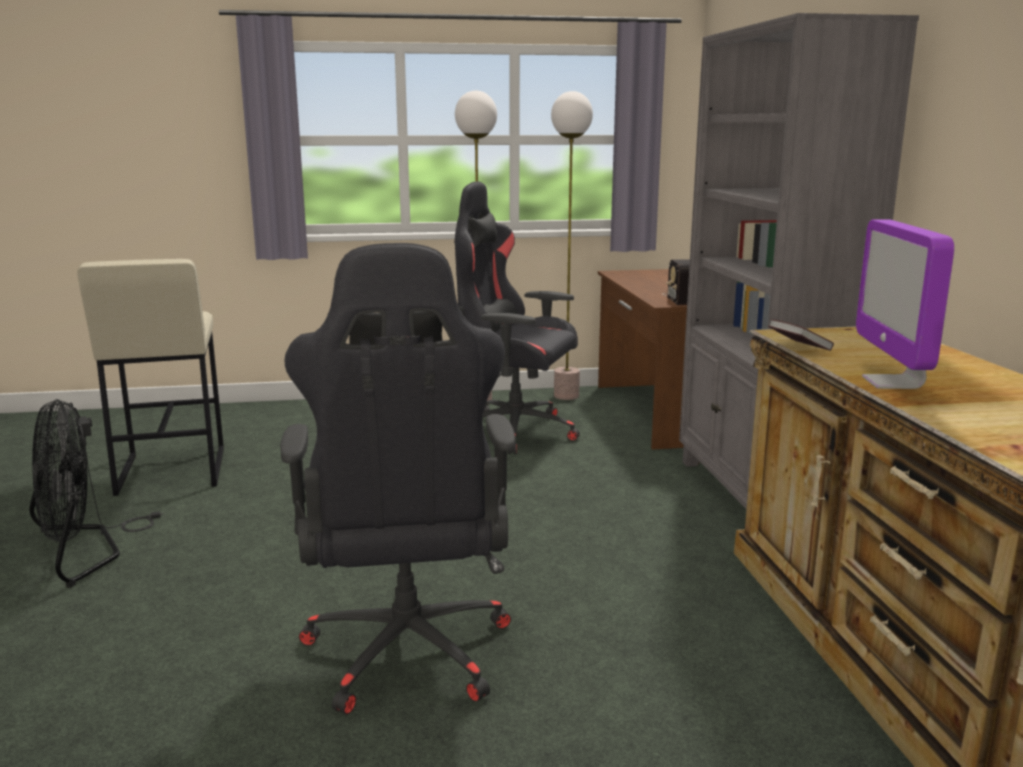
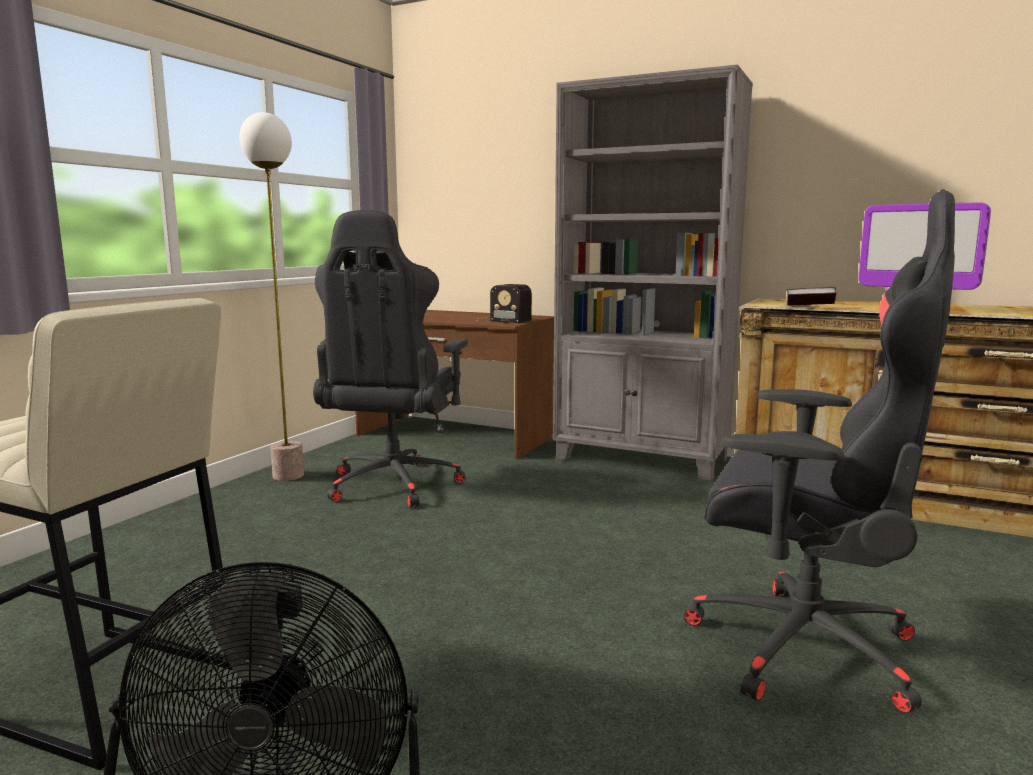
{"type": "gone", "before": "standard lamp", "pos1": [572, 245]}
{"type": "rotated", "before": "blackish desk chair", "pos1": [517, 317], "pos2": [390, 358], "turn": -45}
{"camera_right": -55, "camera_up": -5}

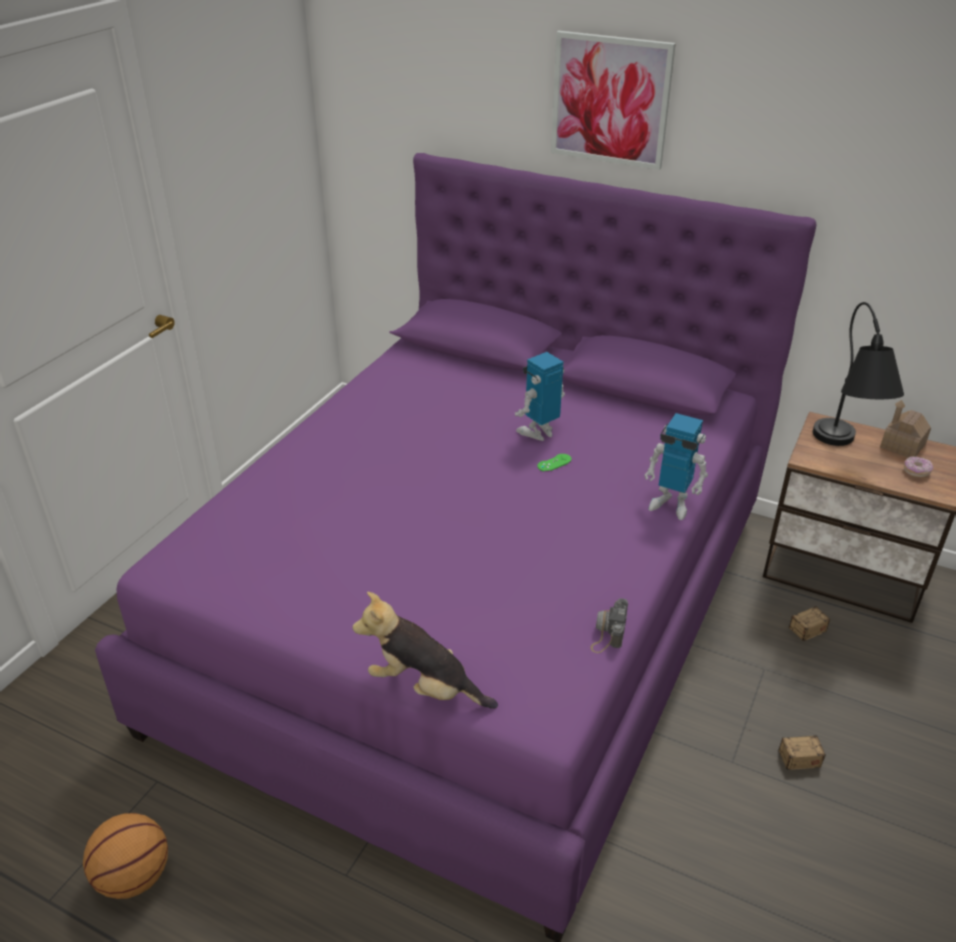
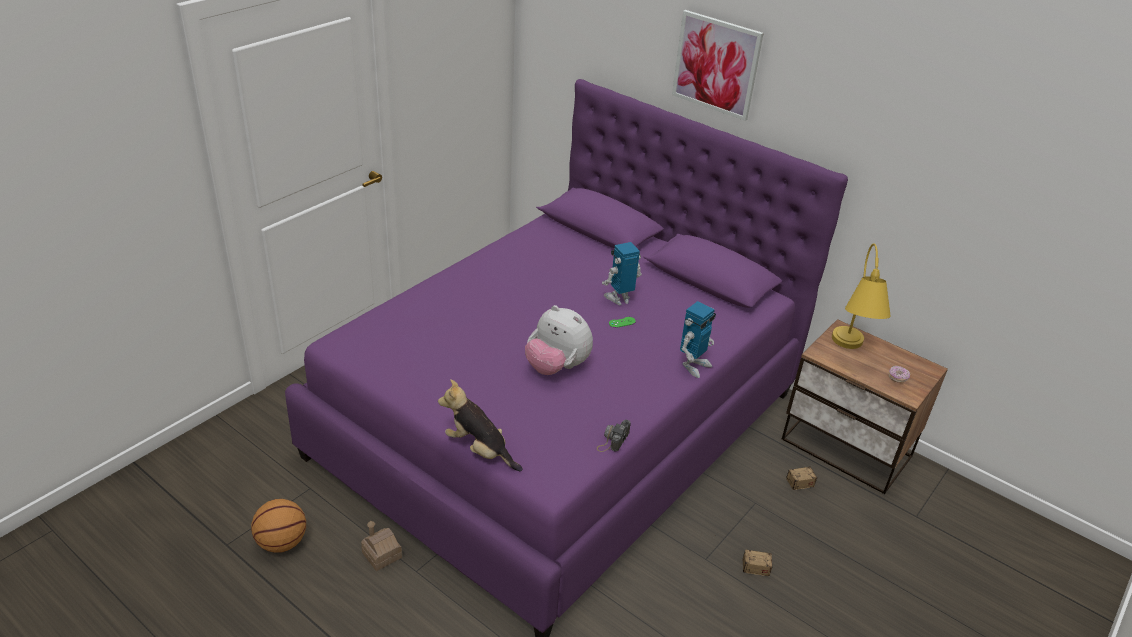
{"type": "new", "after": "soft toy", "pos2": [559, 340]}
{"type": "shifted", "before": "miniature house", "pos1": [905, 428], "pos2": [381, 546]}
{"type": "repainted", "before": "blackish table lamp", "after": "yellowish table lamp", "pos1": [858, 374], "pos2": [861, 296]}
{"type": "rotated", "before": "toy robot", "pos1": [676, 466], "pos2": [698, 339], "turn": -90}
{"camera_right": 10, "camera_up": 0}

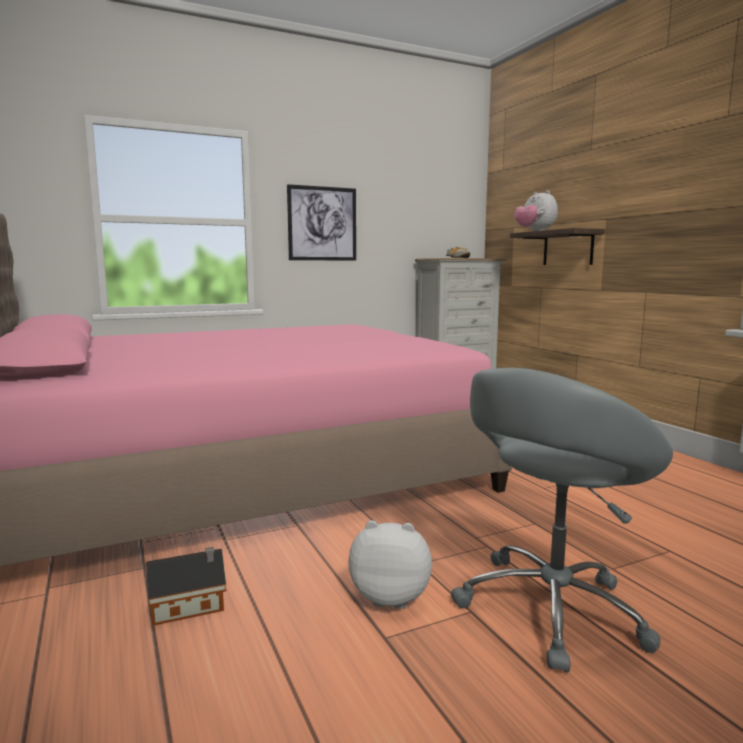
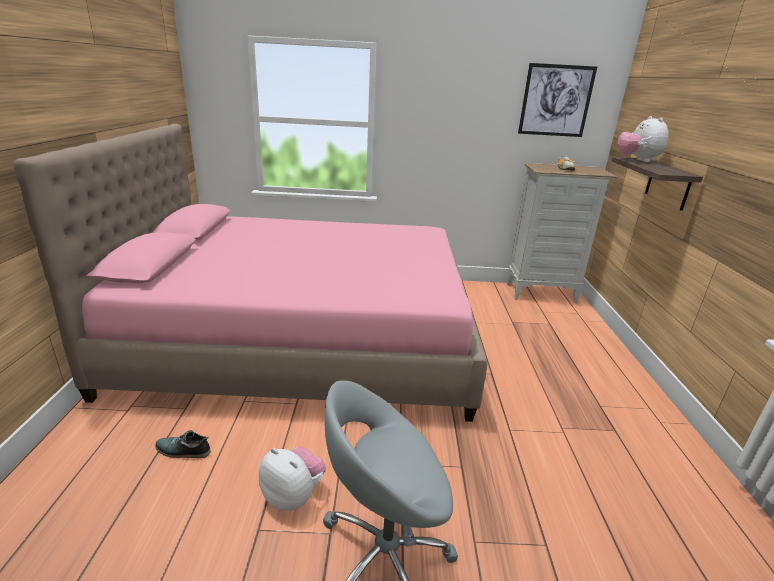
{"type": "shifted", "before": "wall art", "pos1": [321, 222], "pos2": [557, 100]}
{"type": "swapped", "before": "miniature house", "after": "low shoe", "pos1": [186, 586], "pos2": [183, 444]}
{"camera_right": 25, "camera_up": 15}

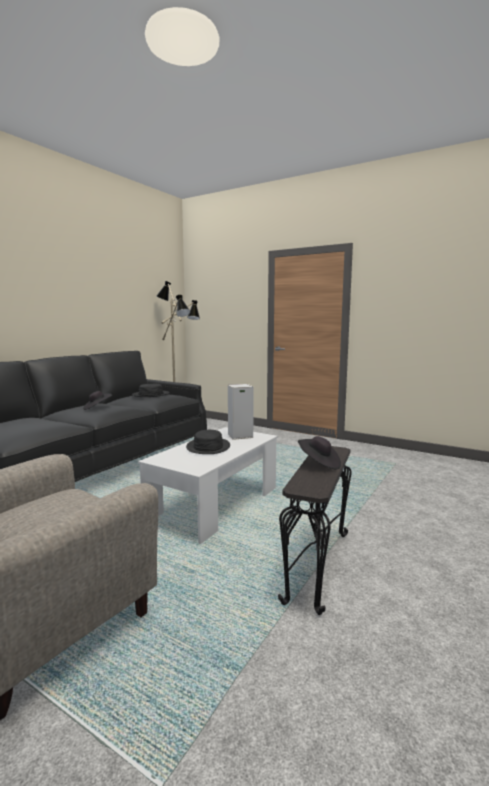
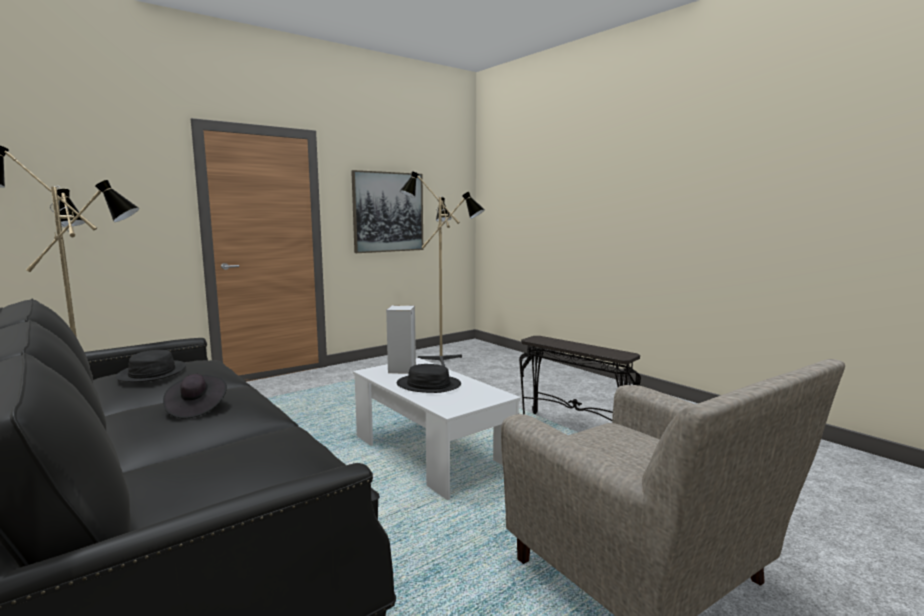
{"type": "gone", "before": "blackish wearable hat", "pos1": [319, 453]}
{"type": "new", "after": "wall art", "pos2": [387, 211]}
{"type": "new", "after": "standard lamp", "pos2": [442, 269]}
{"camera_right": -70, "camera_up": 0}

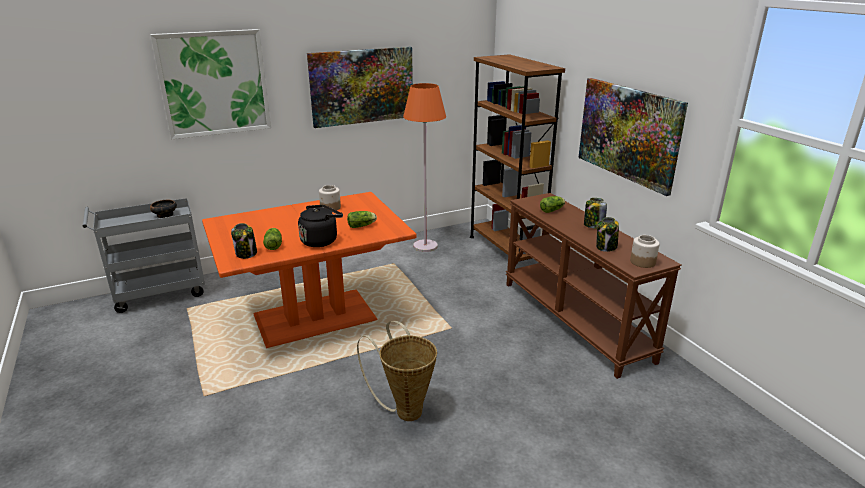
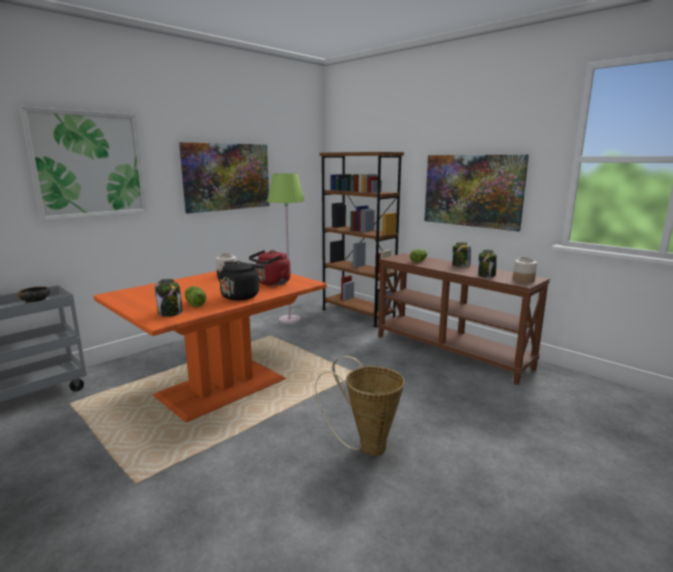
{"type": "swapped", "before": "head of lettuce", "after": "red-coloured kettle", "pos1": [362, 219], "pos2": [270, 267]}
{"type": "repainted", "before": "orange-coloured standard lamp", "after": "green standard lamp", "pos1": [424, 167], "pos2": [286, 249]}
{"camera_right": -20, "camera_up": -10}

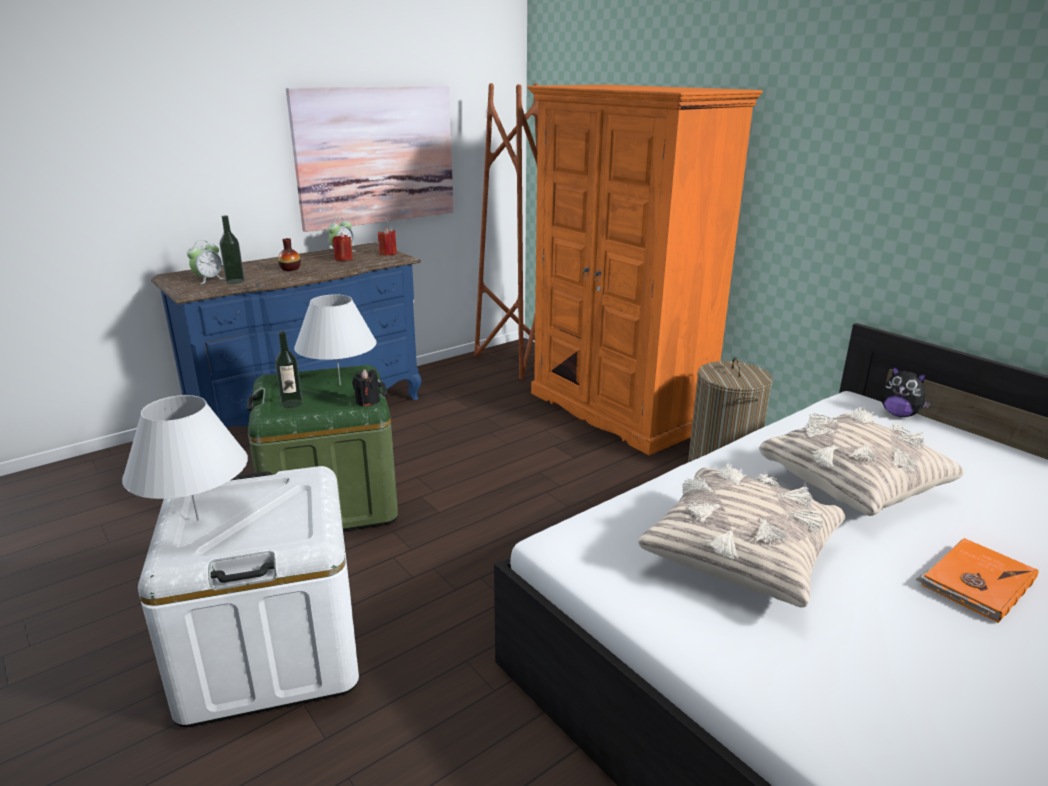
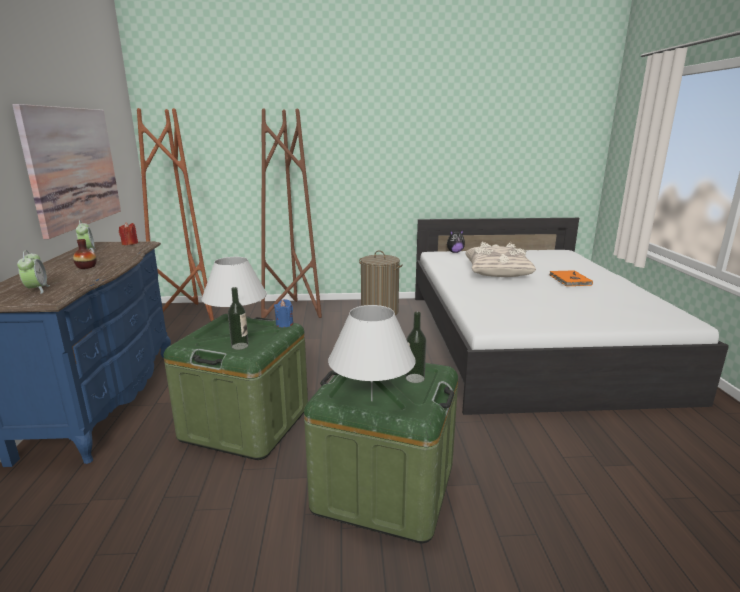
{"type": "gone", "before": "red-coloured candle", "pos1": [342, 247]}
{"type": "gone", "before": "sand-coloured throw pillow", "pos1": [741, 535]}
{"type": "shifted", "before": "drink bottle", "pos1": [232, 249], "pos2": [415, 347]}
{"type": "swapped", "before": "orange-coloured clothes cupboard", "after": "brown-coloured garment stand", "pos1": [645, 270], "pos2": [291, 213]}
{"type": "repainted", "before": "white storage container", "after": "green storage container", "pos1": [248, 596], "pos2": [381, 453]}
{"type": "repainted", "before": "blackish candle", "after": "blue-coloured candle", "pos1": [366, 388], "pos2": [283, 313]}
{"camera_right": -55, "camera_up": -5}

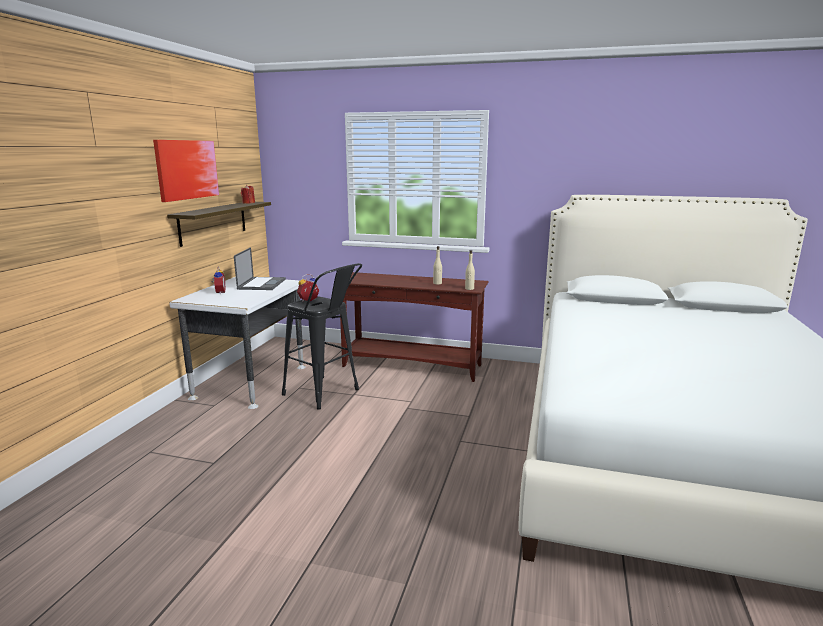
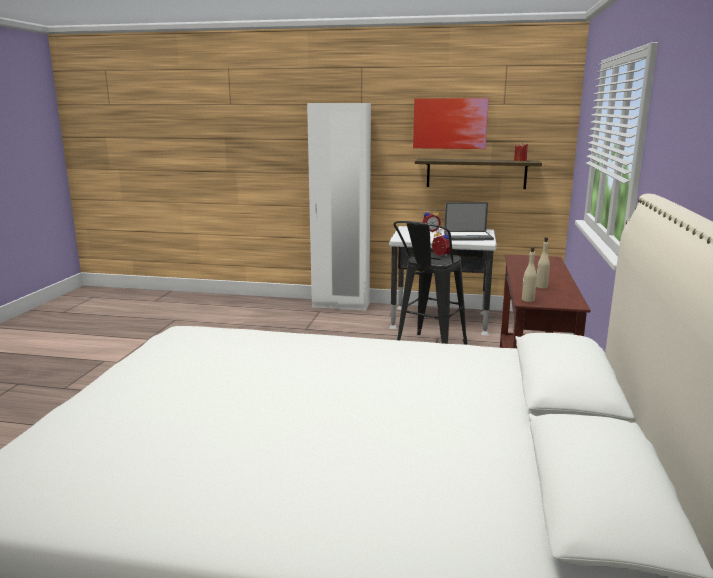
{"type": "new", "after": "white clothes cupboard", "pos2": [339, 207]}
{"camera_right": 85, "camera_up": 0}

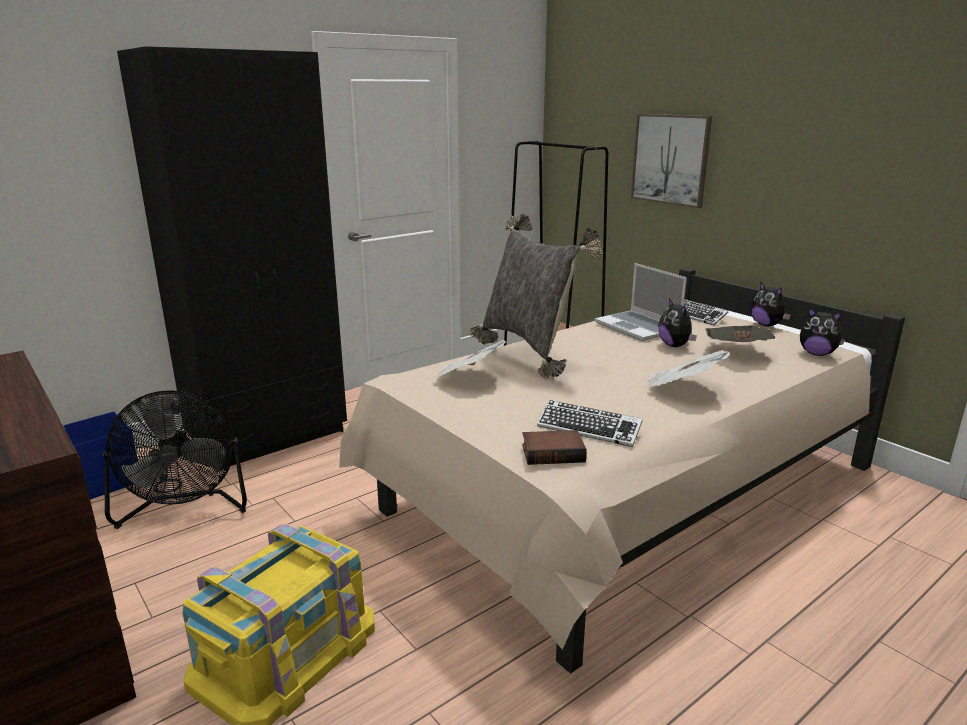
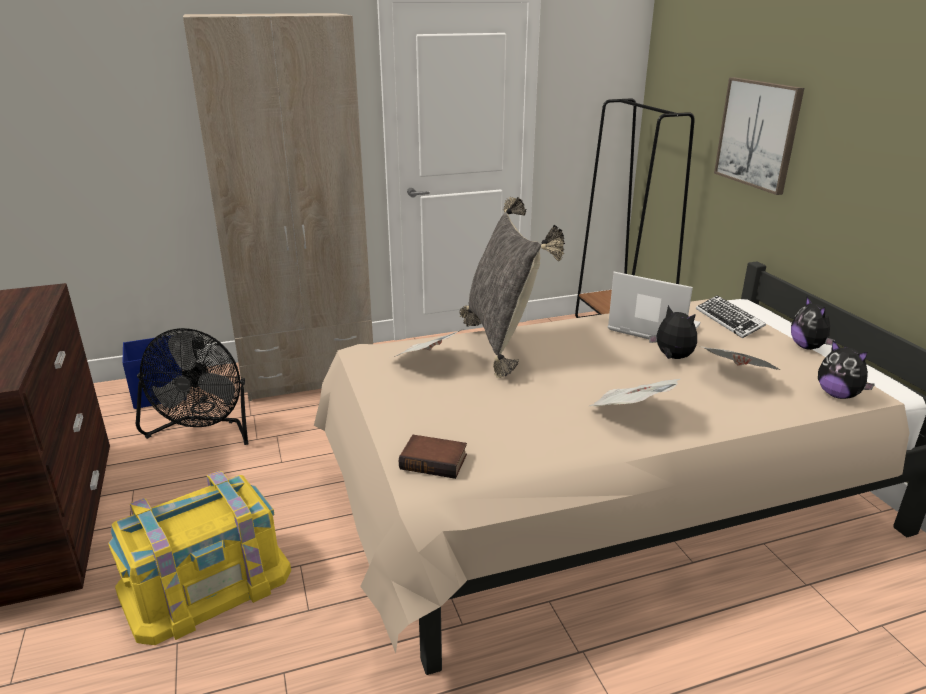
{"type": "gone", "before": "PC keyboard", "pos1": [590, 423]}
{"type": "repainted", "before": "blackish clothes cupboard", "after": "sand-coloured clothes cupboard", "pos1": [232, 258], "pos2": [278, 207]}
{"type": "rotated", "before": "portable computer", "pos1": [641, 302], "pos2": [654, 305], "turn": 135}
{"type": "rotated", "before": "soft toy", "pos1": [677, 322], "pos2": [673, 332], "turn": 135}
{"camera_right": 20, "camera_up": 5}

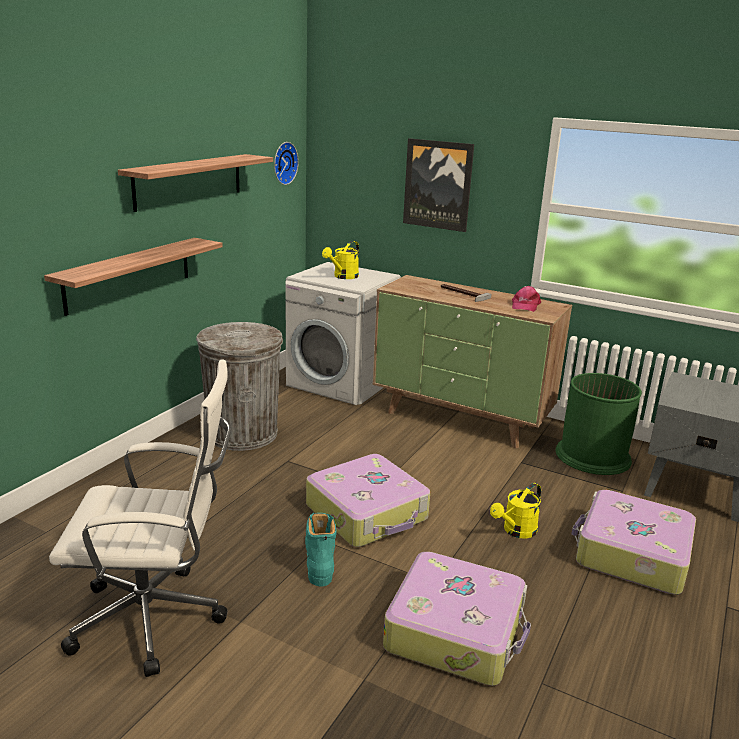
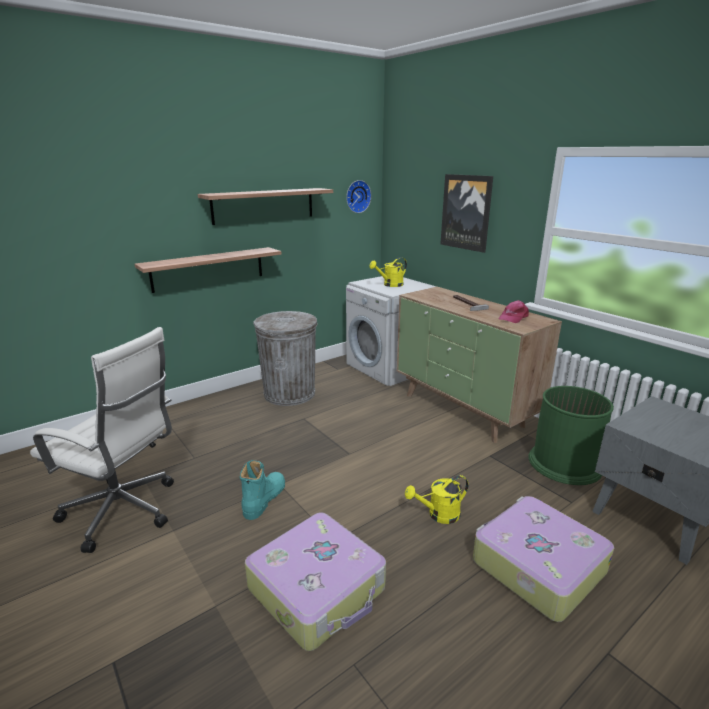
{"type": "gone", "before": "piece of luggage", "pos1": [368, 500]}
{"camera_right": 25, "camera_up": 0}

